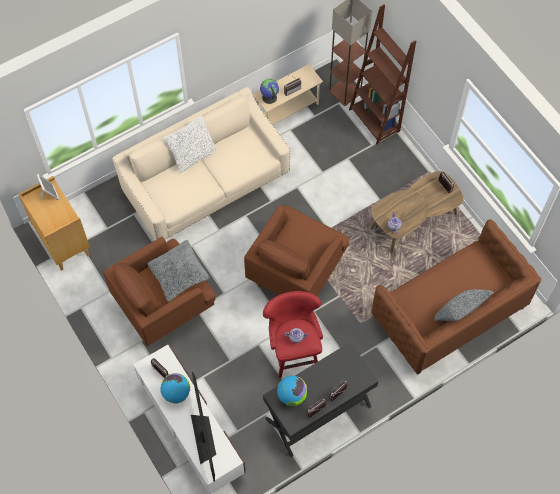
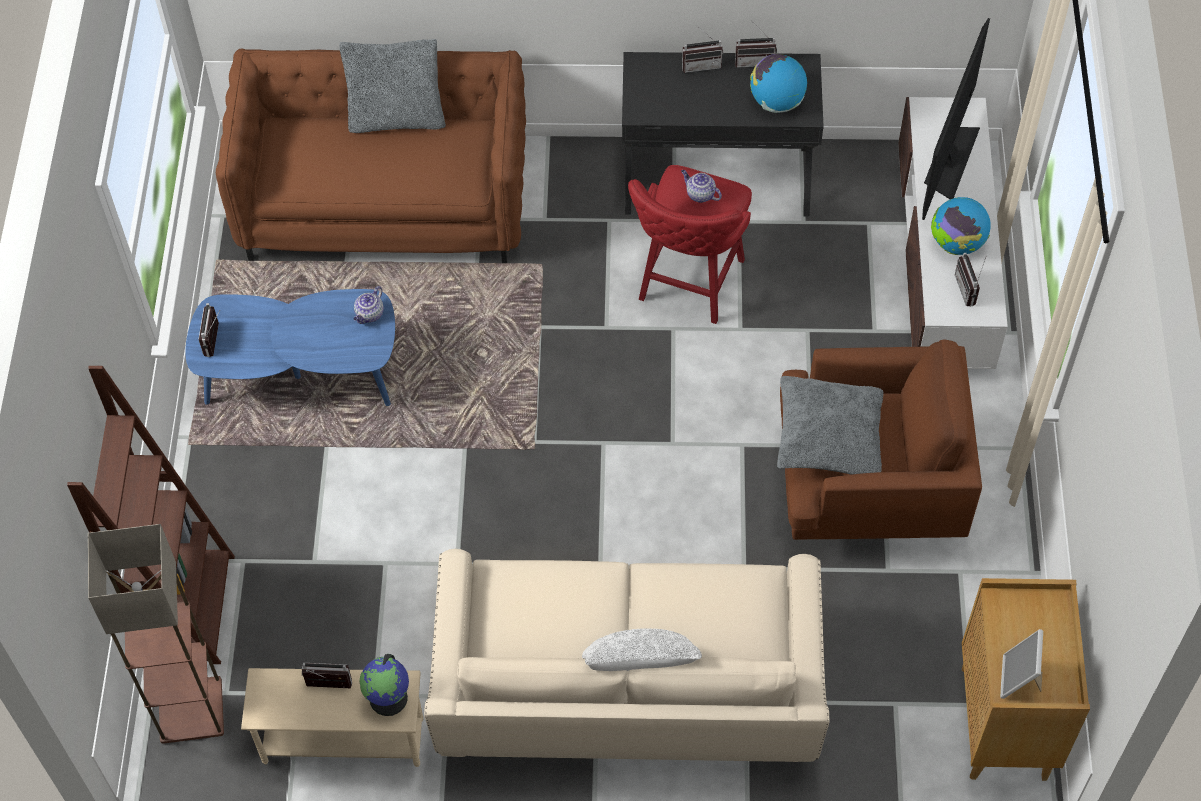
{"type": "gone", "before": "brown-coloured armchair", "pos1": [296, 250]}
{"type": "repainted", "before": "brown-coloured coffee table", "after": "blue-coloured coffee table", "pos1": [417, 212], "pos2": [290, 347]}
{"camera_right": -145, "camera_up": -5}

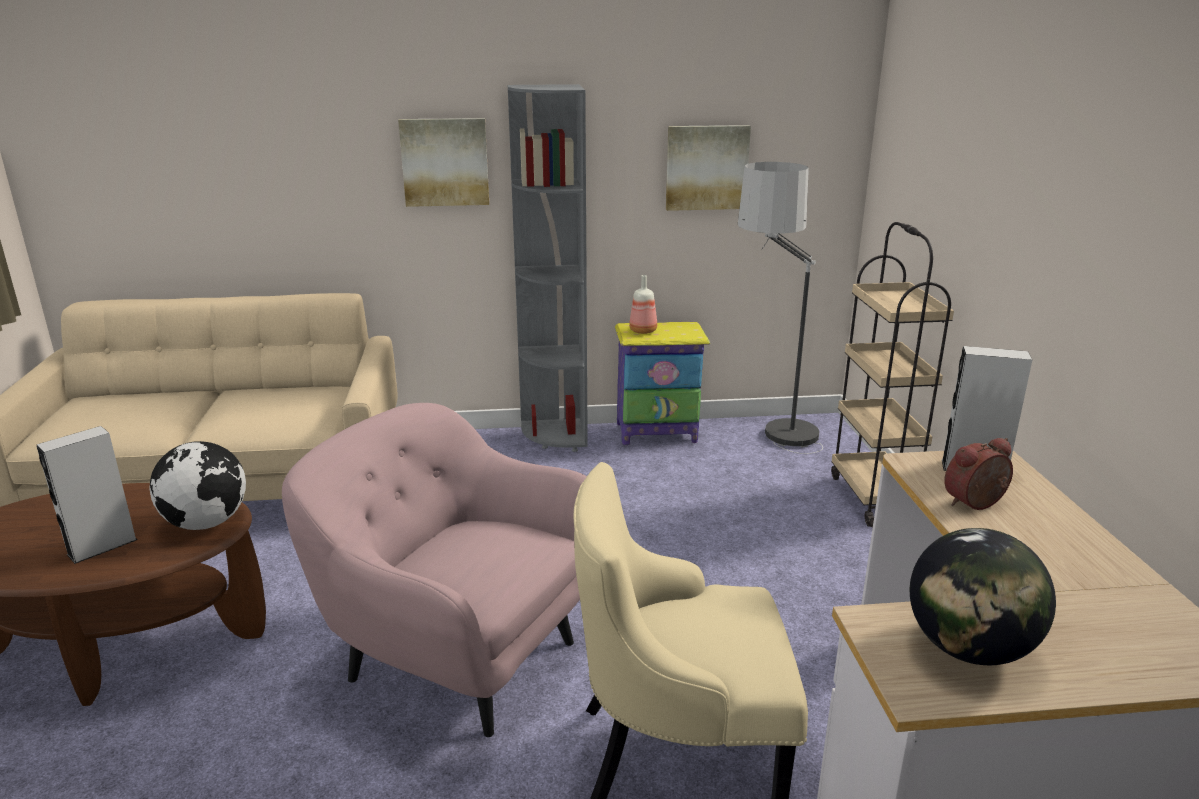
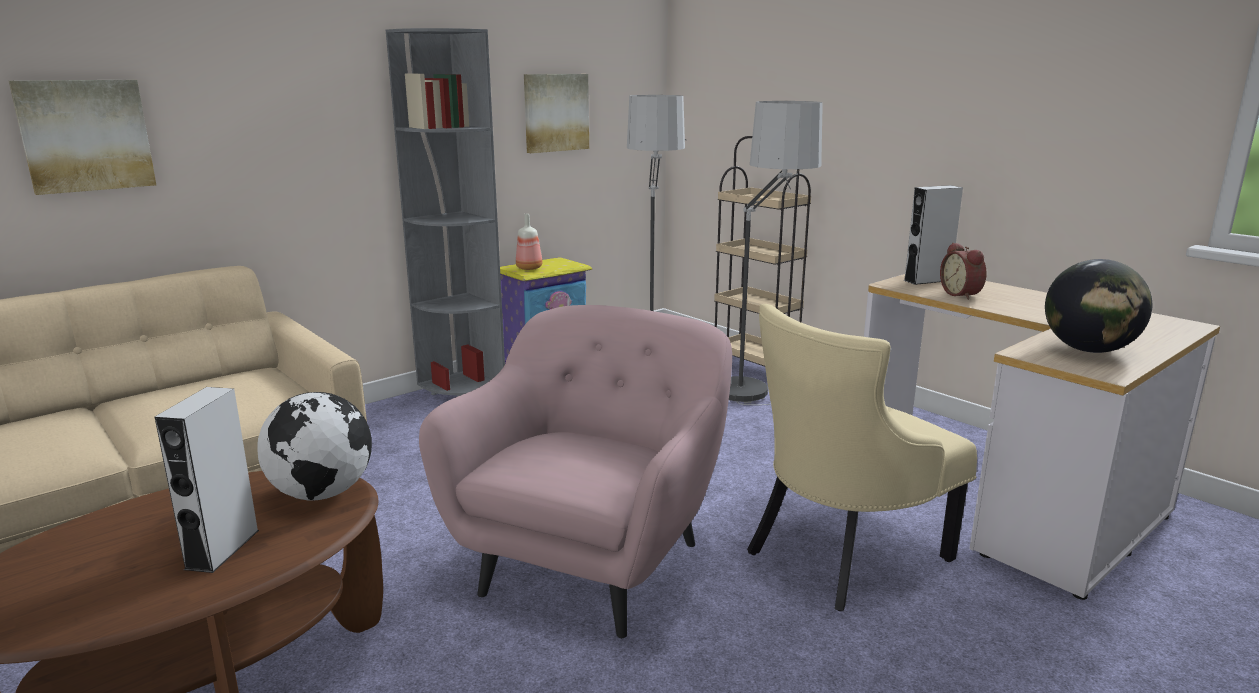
{"type": "new", "after": "standard lamp", "pos2": [776, 253]}
{"type": "shifted", "before": "wall art", "pos1": [443, 162], "pos2": [82, 137]}
{"type": "rotated", "before": "pink-coloured armchair", "pos1": [434, 570], "pos2": [575, 471], "turn": 120}
{"type": "rotated", "before": "table clock", "pos1": [978, 474], "pos2": [963, 271], "turn": -45}
{"camera_right": -35, "camera_up": -5}

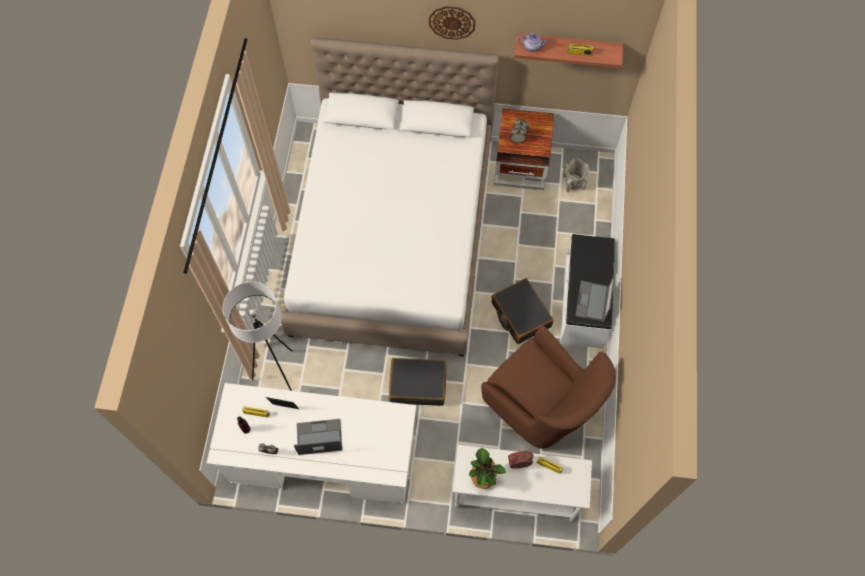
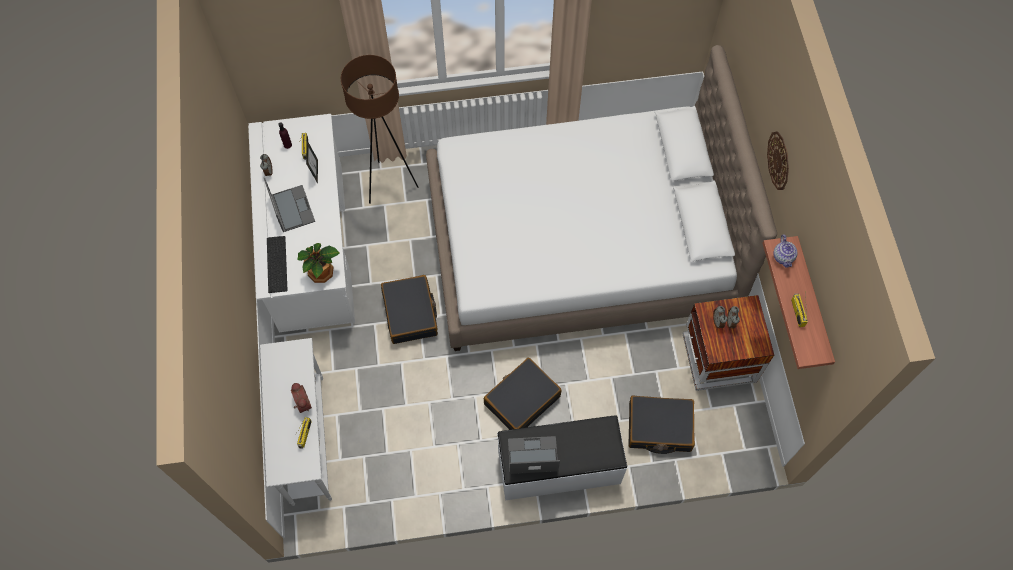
{"type": "gone", "before": "brown-coloured armchair", "pos1": [548, 387]}
{"type": "gone", "before": "sand-coloured flower vase", "pos1": [576, 175]}
{"type": "new", "after": "PC keyboard", "pos2": [277, 264]}
{"type": "new", "after": "blackish piece of luggage", "pos2": [661, 424]}
{"type": "shifted", "before": "potted plant", "pos1": [487, 468], "pos2": [319, 263]}
{"type": "repainted", "before": "white standard lamp", "after": "brown-coloured standard lamp", "pos1": [258, 336], "pos2": [379, 129]}
{"camera_right": 75, "camera_up": 0}

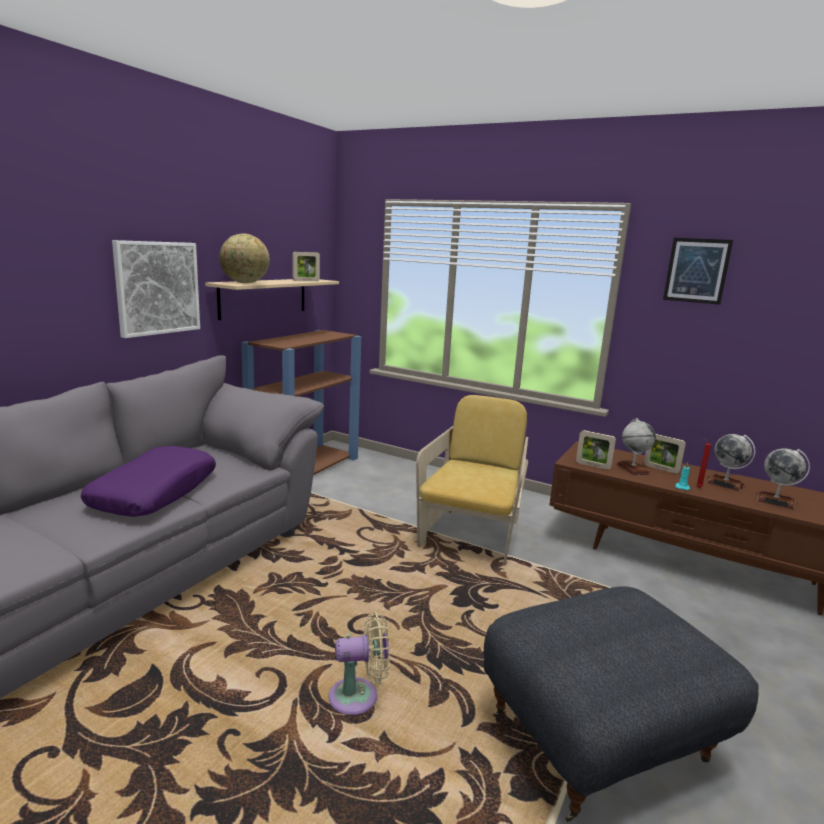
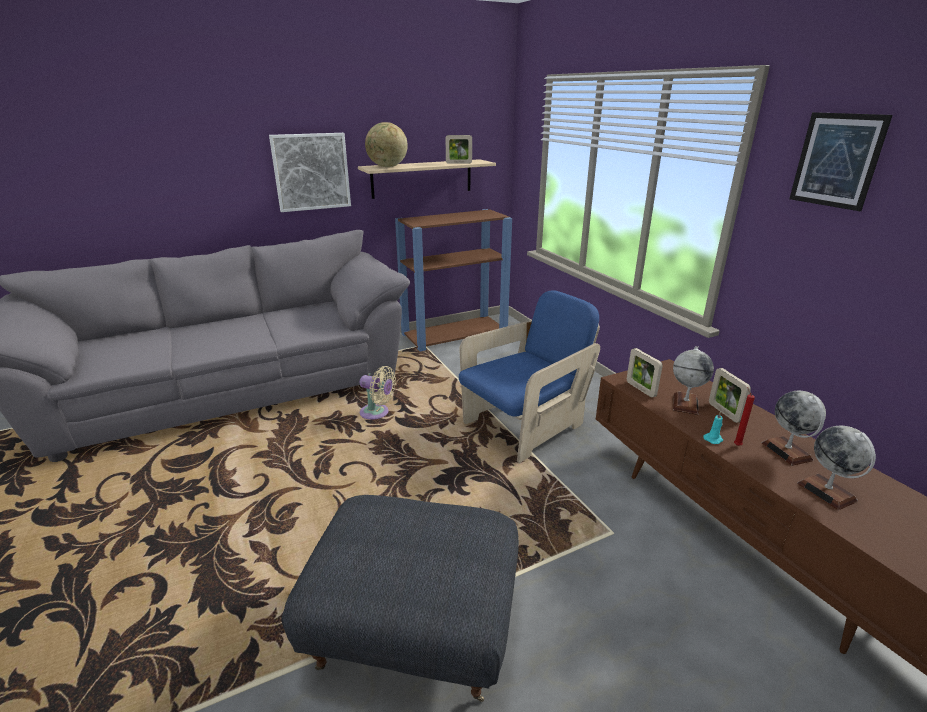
{"type": "gone", "before": "purple throw pillow", "pos1": [148, 481]}
{"type": "shifted", "before": "sand-coloured fan", "pos1": [359, 663], "pos2": [378, 393]}
{"type": "repainted", "before": "yellowish armchair", "after": "blue-coloured armchair", "pos1": [472, 480], "pos2": [529, 376]}
{"camera_right": 35, "camera_up": 10}

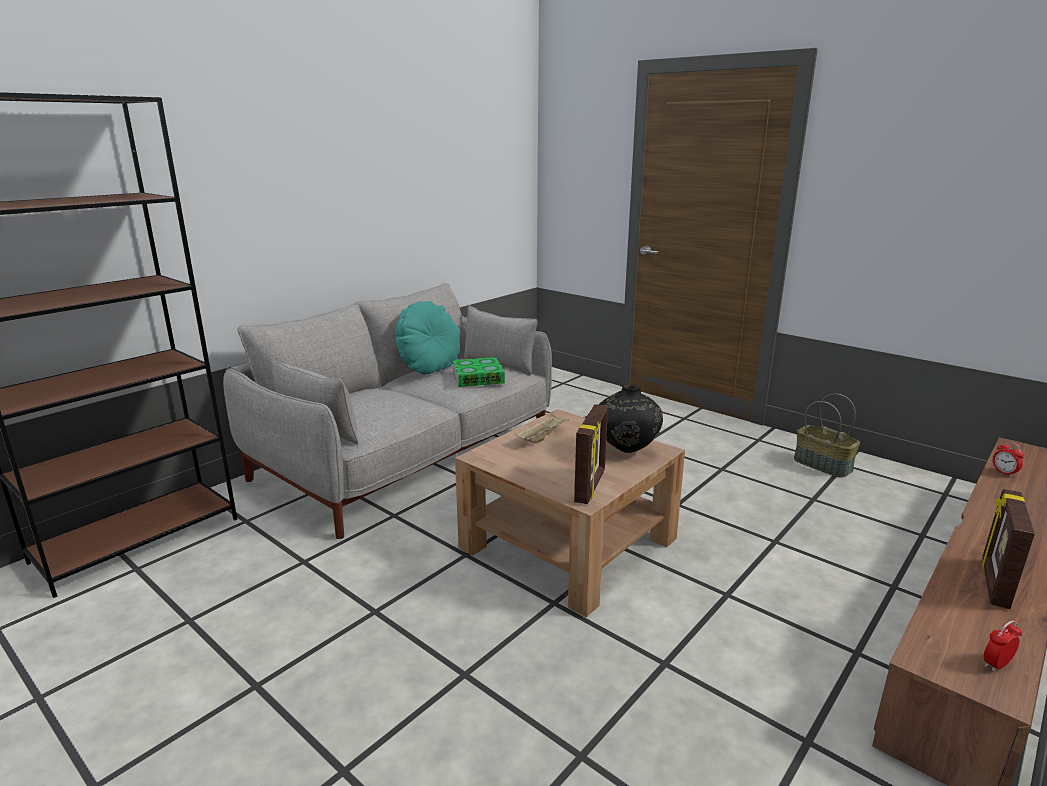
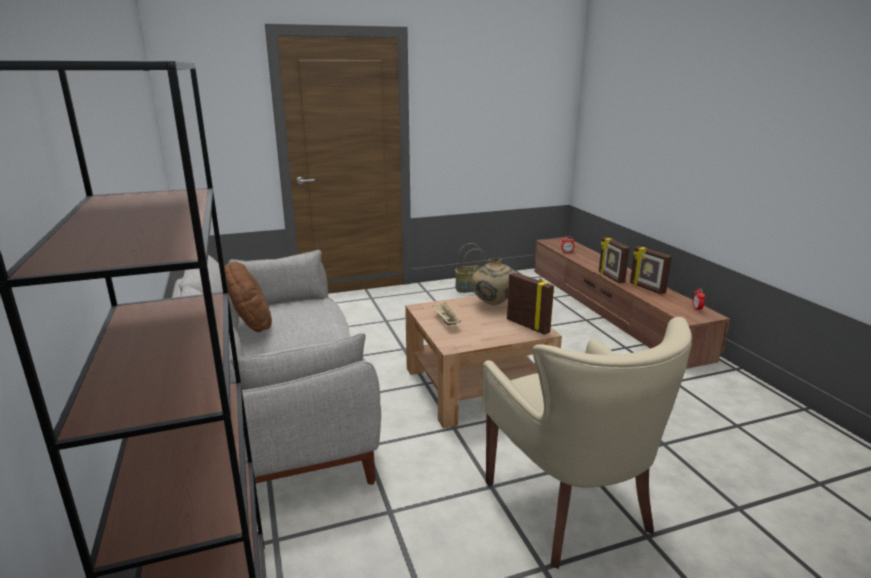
{"type": "gone", "before": "volume", "pos1": [478, 372]}
{"type": "new", "after": "sand-coloured armchair", "pos2": [587, 443]}
{"type": "new", "after": "photo frame", "pos2": [614, 260]}
{"type": "repainted", "before": "turquoise-coloured throw pillow", "after": "brown-coloured throw pillow", "pos1": [427, 338], "pos2": [248, 297]}
{"type": "repainted", "before": "blackish flower vase", "after": "sand-coloured flower vase", "pos1": [631, 418], "pos2": [493, 282]}
{"camera_right": -60, "camera_up": 0}

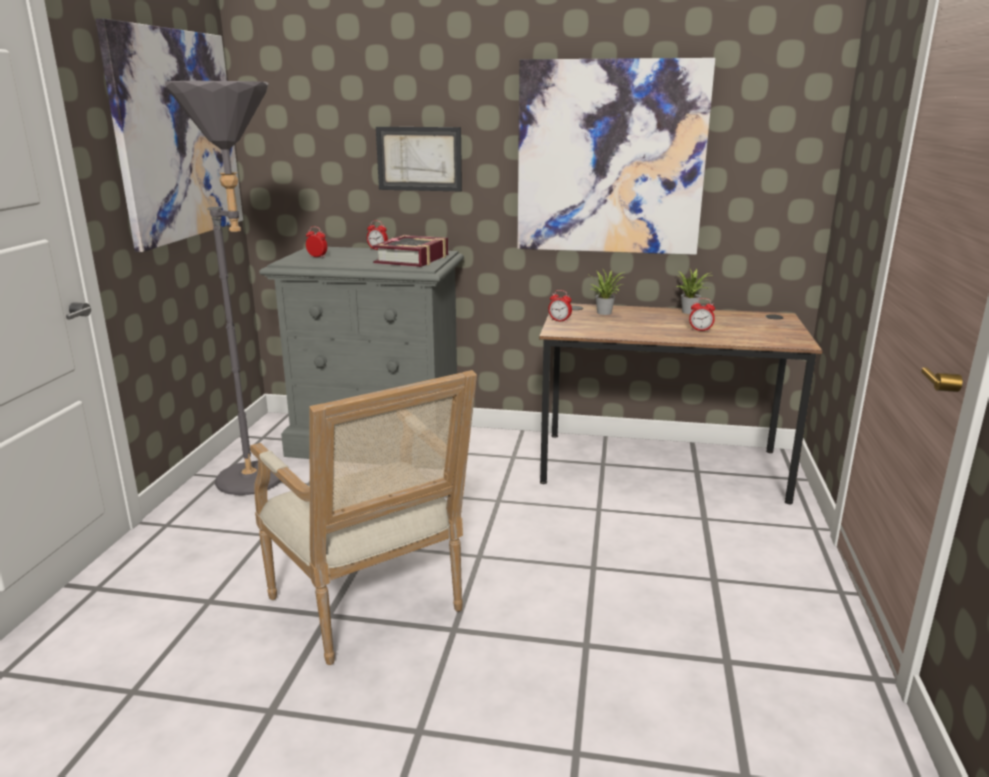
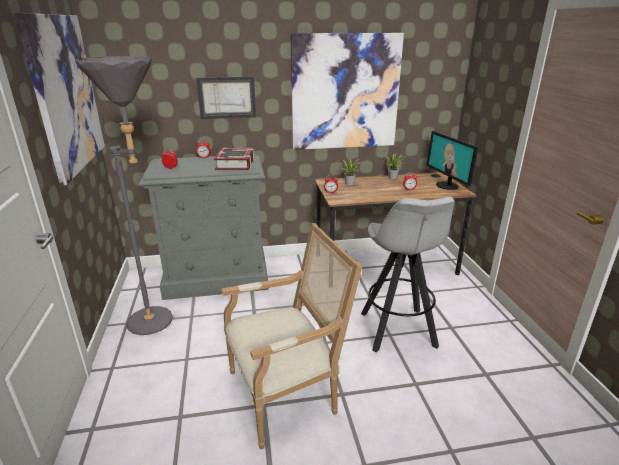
{"type": "new", "after": "greyish stool", "pos2": [408, 274]}
{"type": "new", "after": "computer screen", "pos2": [453, 160]}
{"type": "rotated", "before": "armchair", "pos1": [363, 517], "pos2": [291, 336], "turn": -60}
{"camera_right": -20, "camera_up": 5}

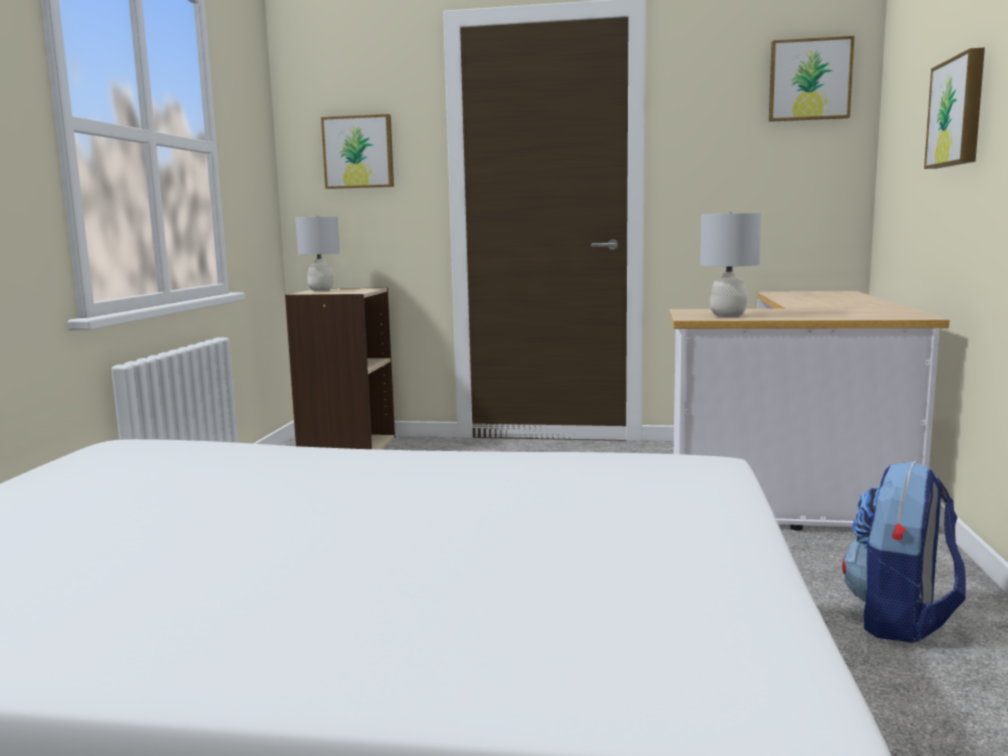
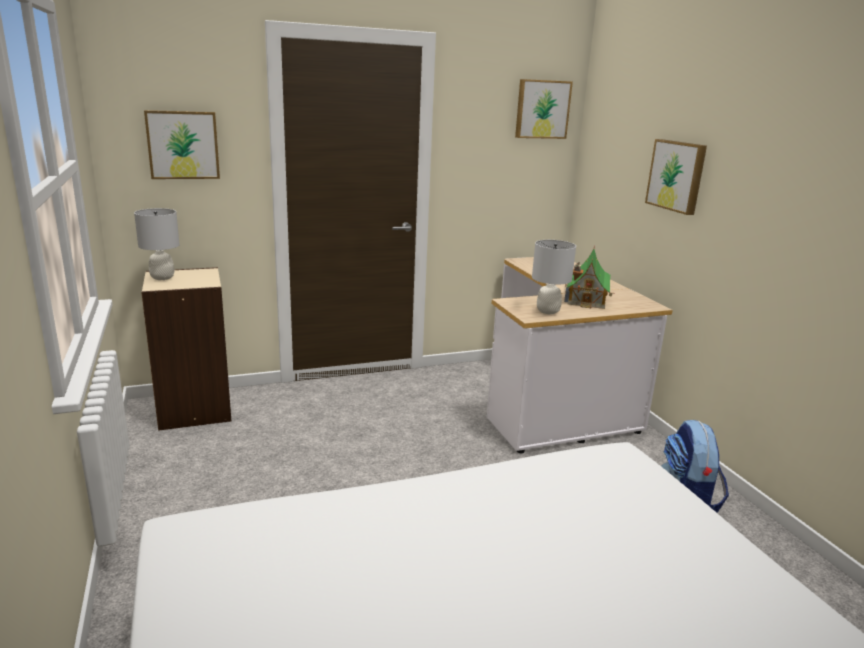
{"type": "new", "after": "miniature house", "pos2": [588, 276]}
{"camera_right": -30, "camera_up": 10}

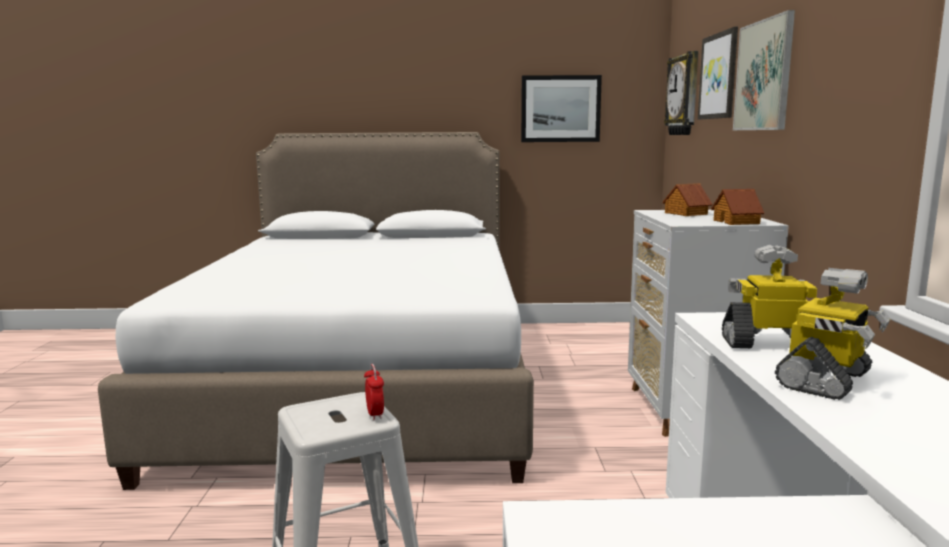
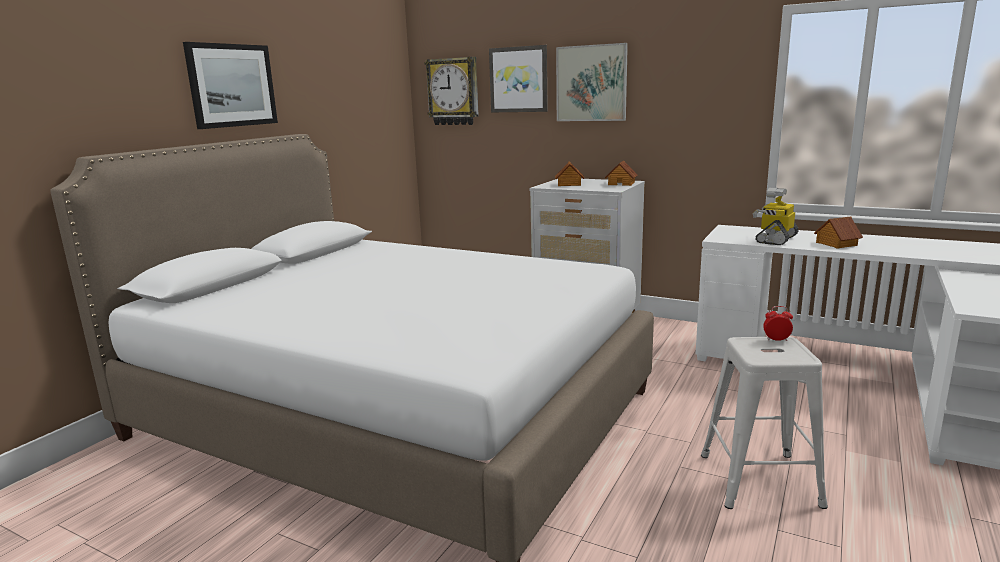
{"type": "shifted", "before": "wall art", "pos1": [561, 108], "pos2": [230, 85]}
{"type": "swapped", "before": "toy robot", "after": "miniature house", "pos1": [832, 334], "pos2": [838, 232]}
{"camera_right": -60, "camera_up": 5}

